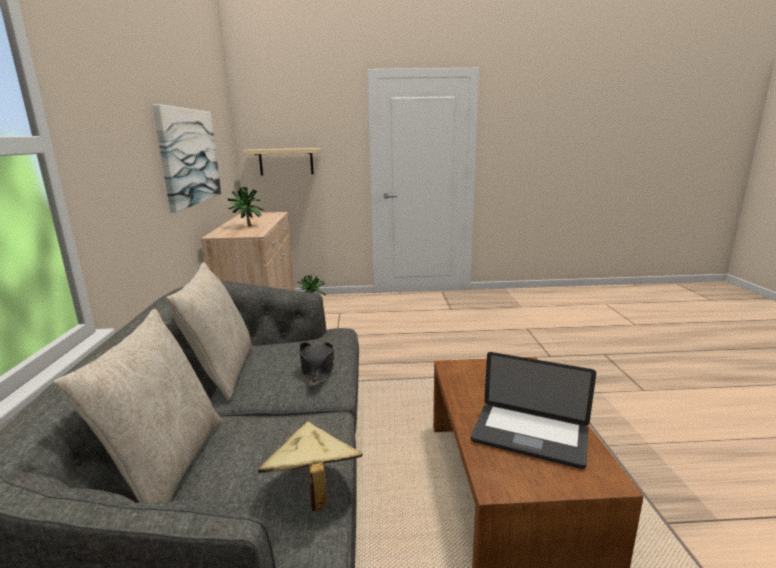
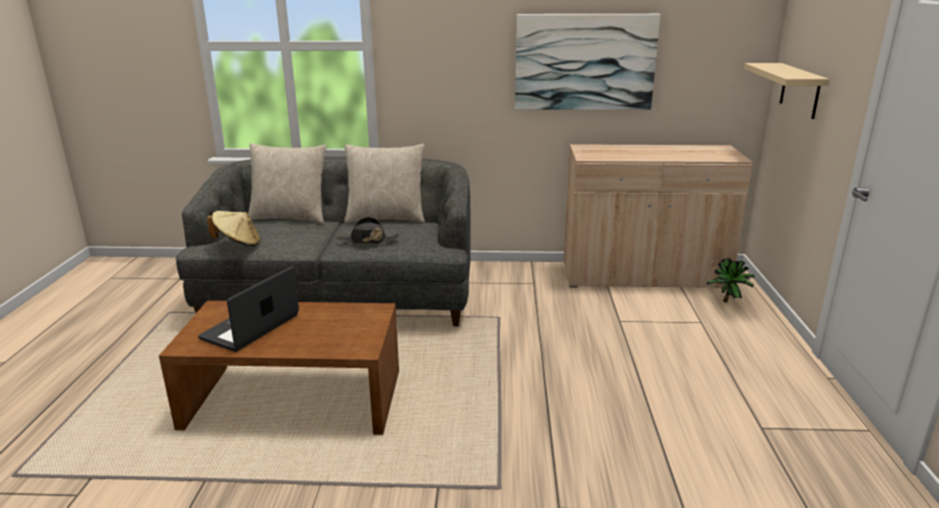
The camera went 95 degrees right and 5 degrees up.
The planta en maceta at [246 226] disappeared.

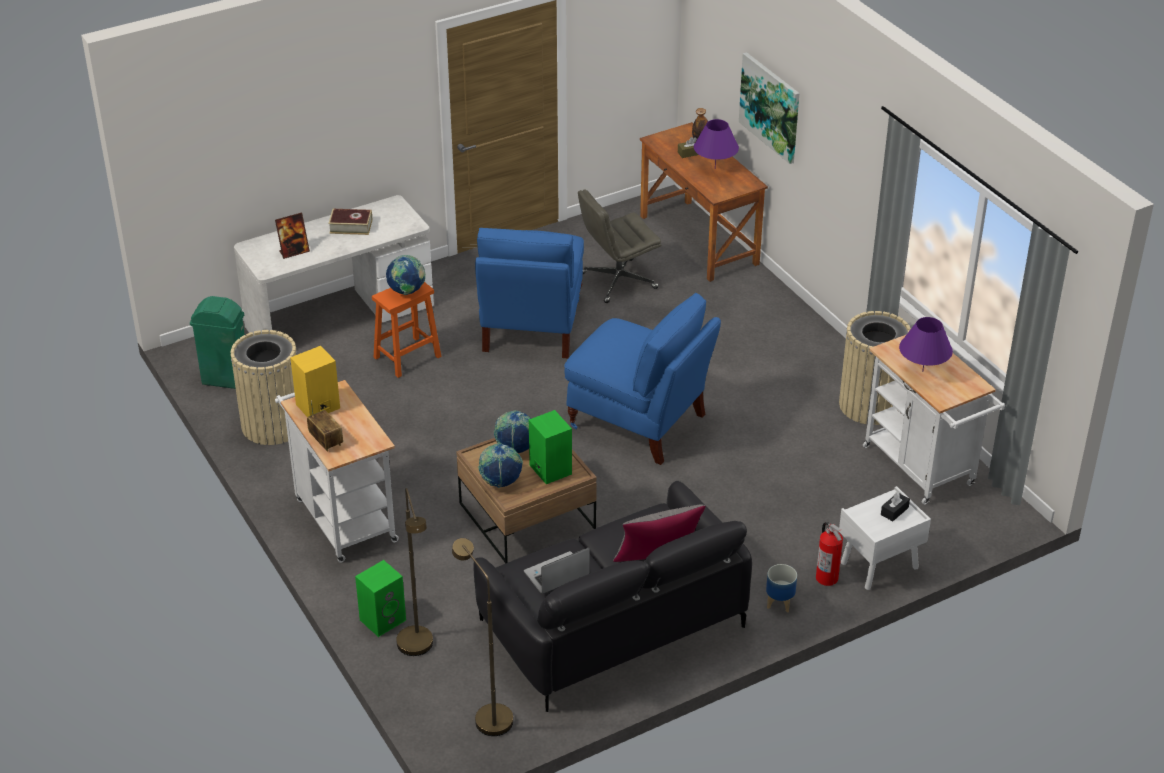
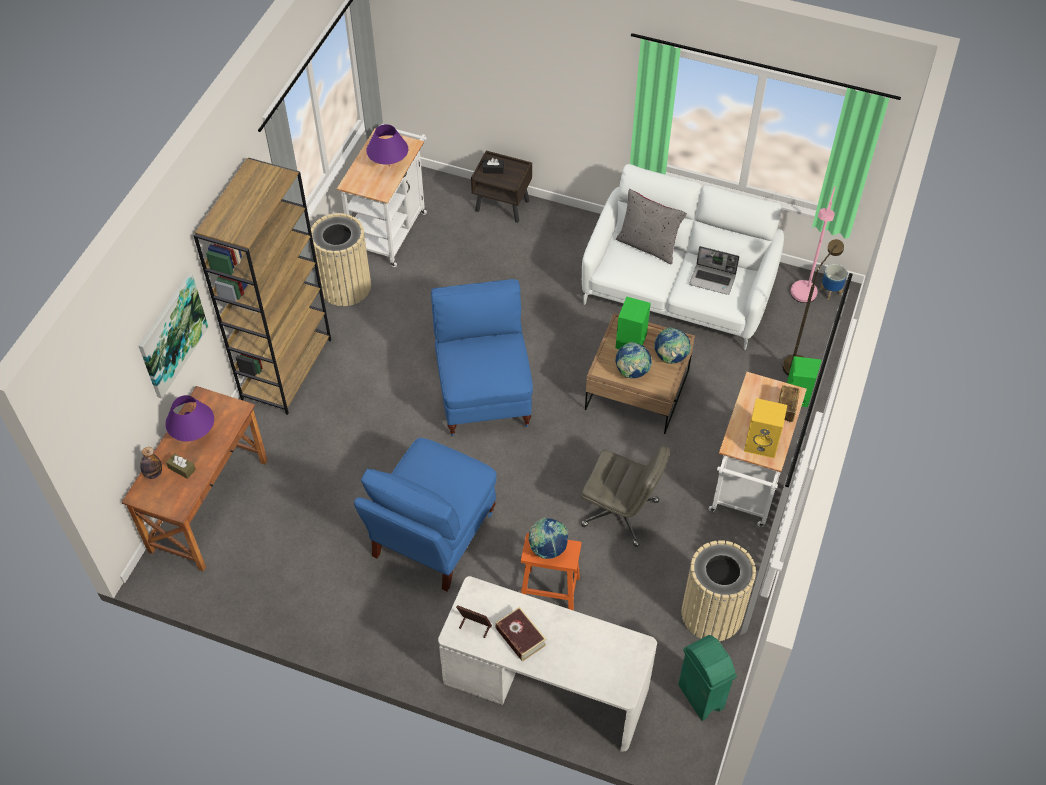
The camera went 130 degrees left and 15 degrees up.
The silla de oficina [gris] moved from [617 281] to [621 513].
The portarretratos moved from [294 252] to [474 626].
The silla [azul] at [532 326] turned 150 degrees clockwise.
The sofá [negro] at [611 623] became the sofá [blanco] at [678 290].
The mesita de noche [blanco] at [878 566] became the mesita de noche [marrón] at [503 206].
The extintor at [827 577] disappeared.
The lámpara de pie [marrón] at [487 715] became the lámpara de pie [rosa] at [802 298].
The maceta moved from [779 603] to [830 291].
The estantería [marrón] at [286 368] appeared.

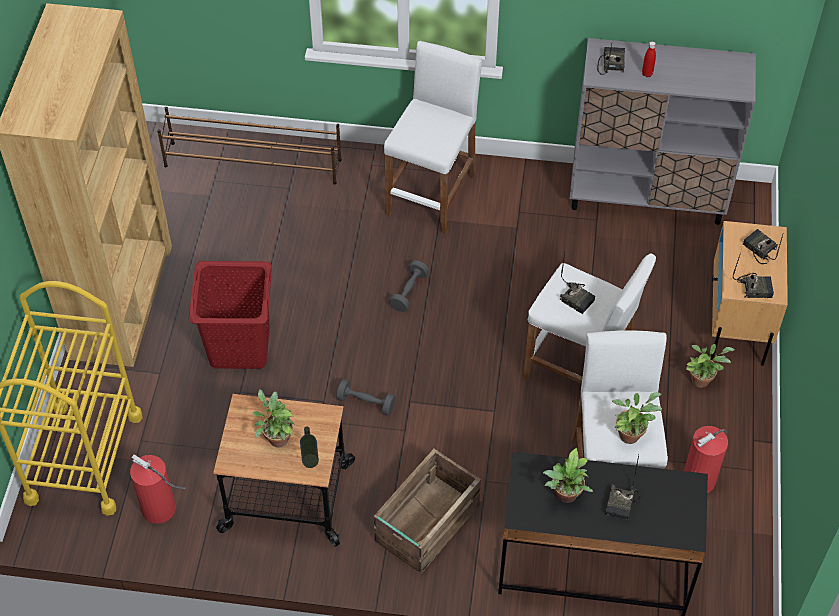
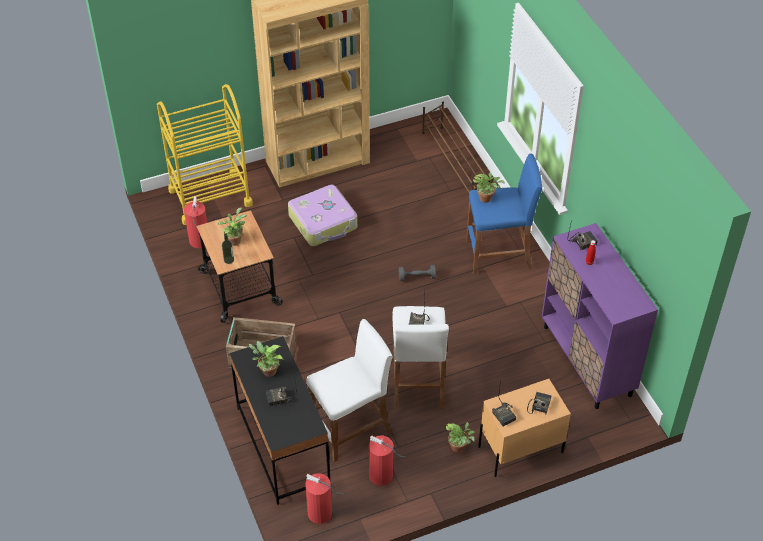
The camera went 60 degrees right and 5 degrees down.
The armario [gris] at [647 196] became the armario [morado] at [587 361].
The taburete [blanco] at [432 194] became the taburete [azul] at [499 255].
The cesto de la ropa [rojo] at [239 346] was replaced by the maleta at [323 222].
The mancuerna [gris] at [366 403] disappeared.
The planta en maceta moved from [630 433] to [487 198].
The extintor at [321 513] appeared.

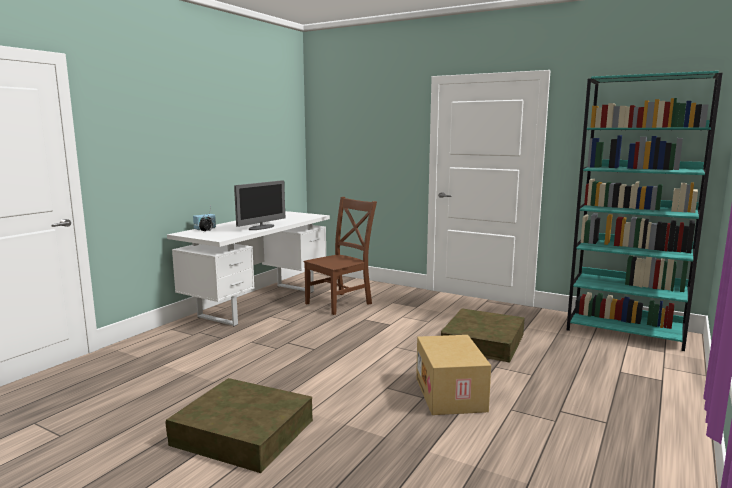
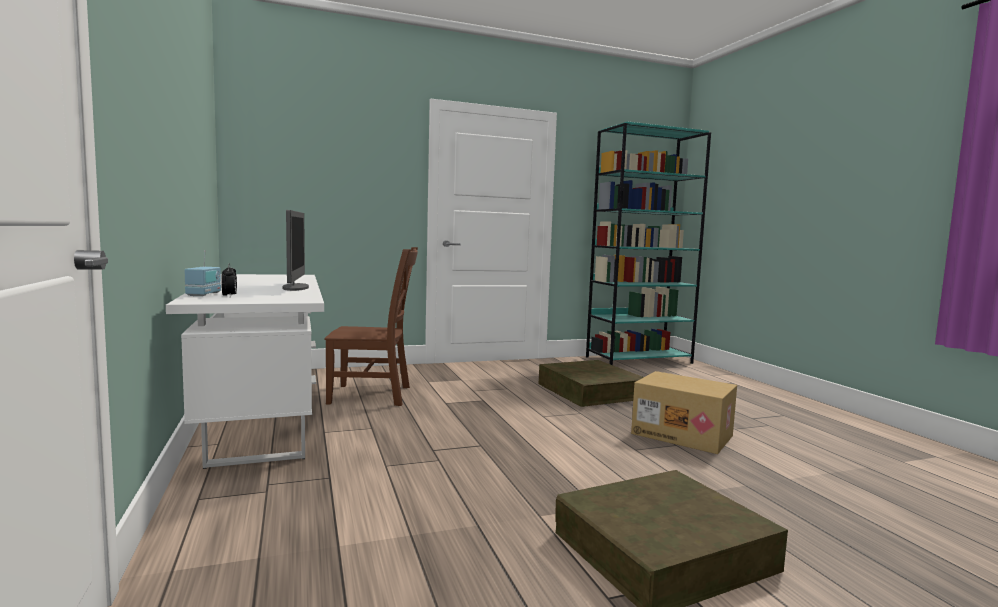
The camera went 50 degrees left and 5 degrees down.
The silla [marrón] at [341 303] turned 90 degrees clockwise.

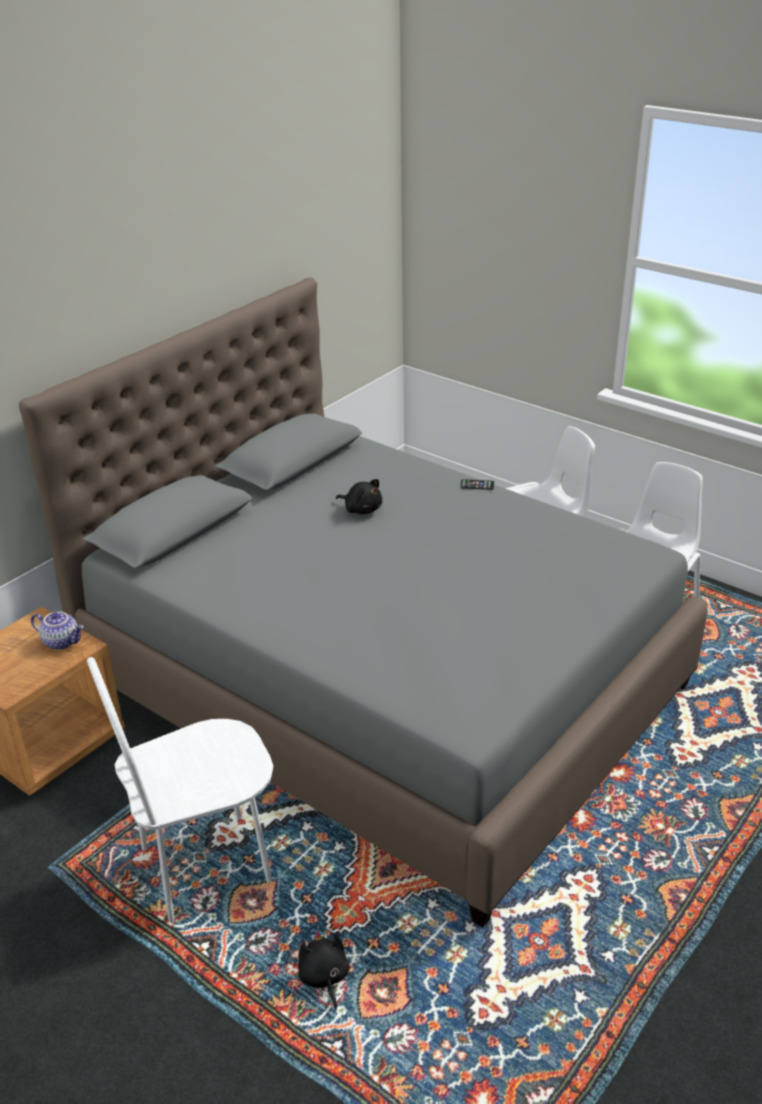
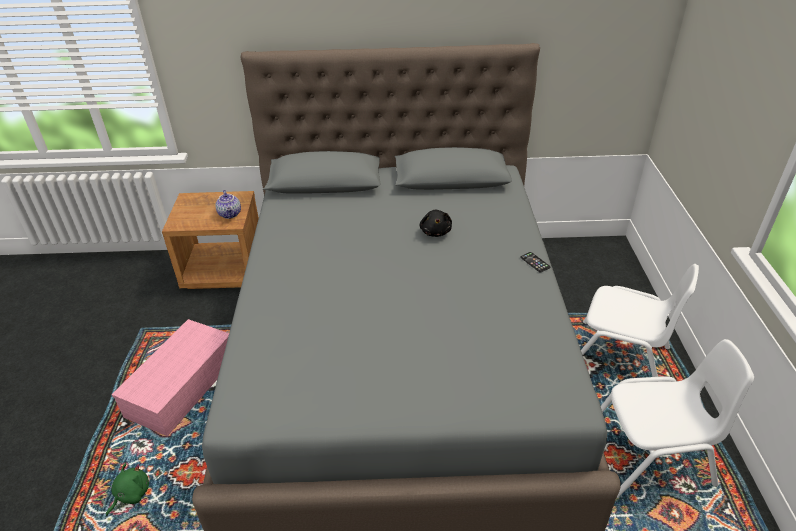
The camera went 50 degrees right and 5 degrees up.
The silla [blanco] at [206 866] was replaced by the caja de almacenaje [rosa] at [182 385].
The peluche [negro] at [324 977] became the peluche [verde] at [131 494].

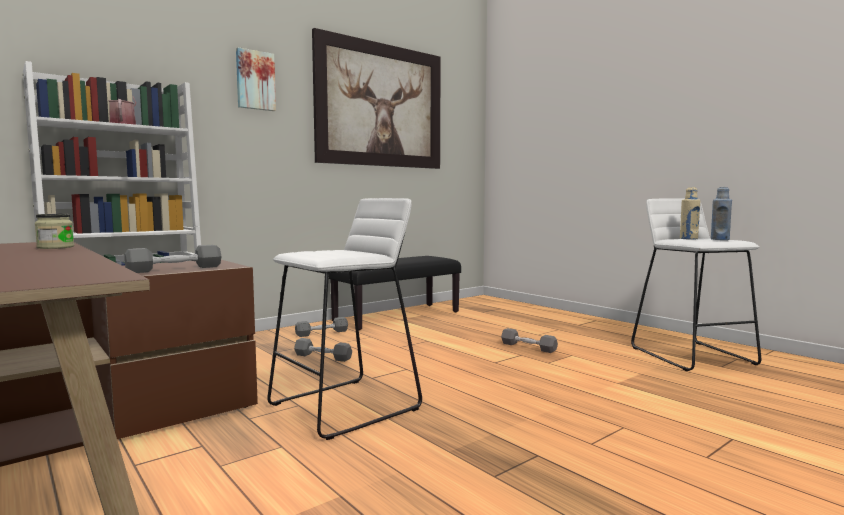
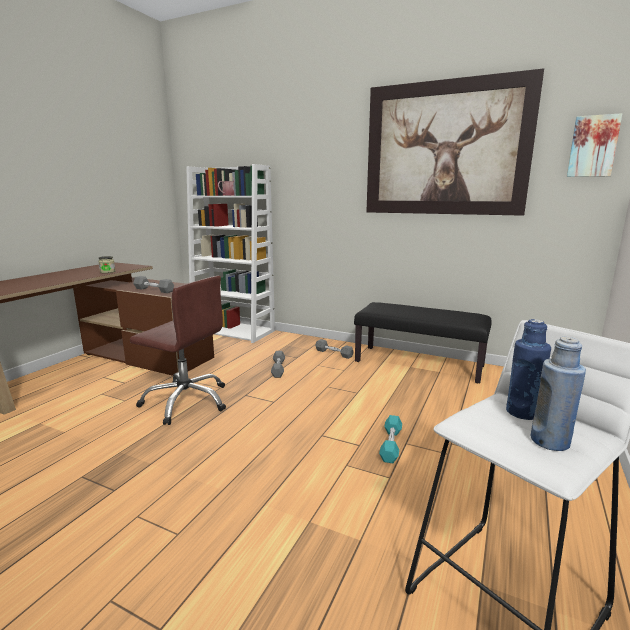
The camera went 65 degrees right and 10 degrees up.
The cuadro moved from [255 80] to [592 146].
The botella [beis] at [688 239] became the botella [azul] at [522 412].
The taburete [blanco] at [346 407] was replaced by the silla de oficina [marrón] at [186 401].
The mancuerna [gris] at [528 347] became the mancuerna [turquesa] at [391 445].

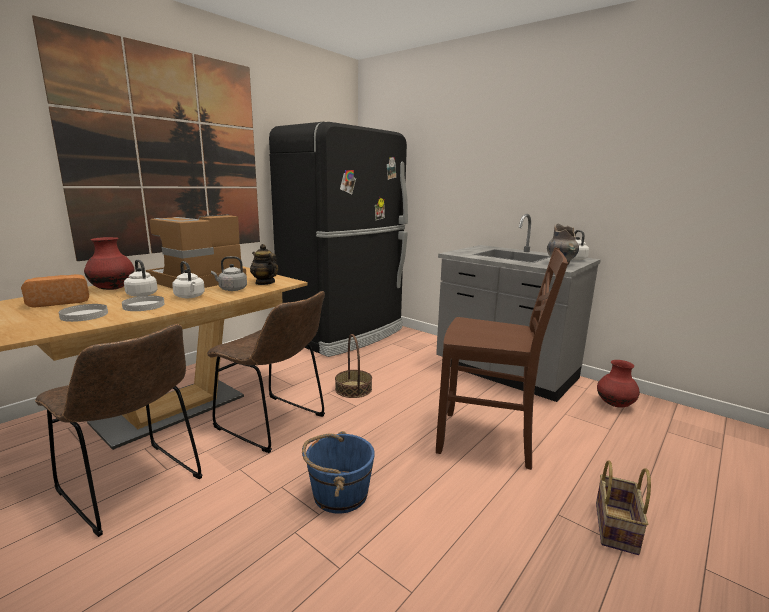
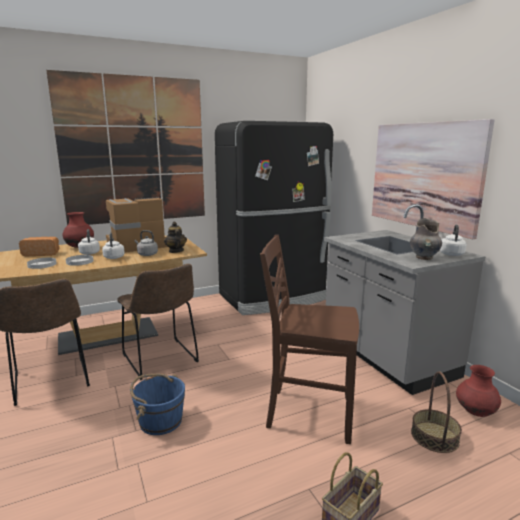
The camera went 25 degrees right and 0 degrees up.
The silla [marrón] at [487 441] turned 150 degrees clockwise.
The cesta moved from [353 389] to [435 436].
The cuadro at [424 175] appeared.

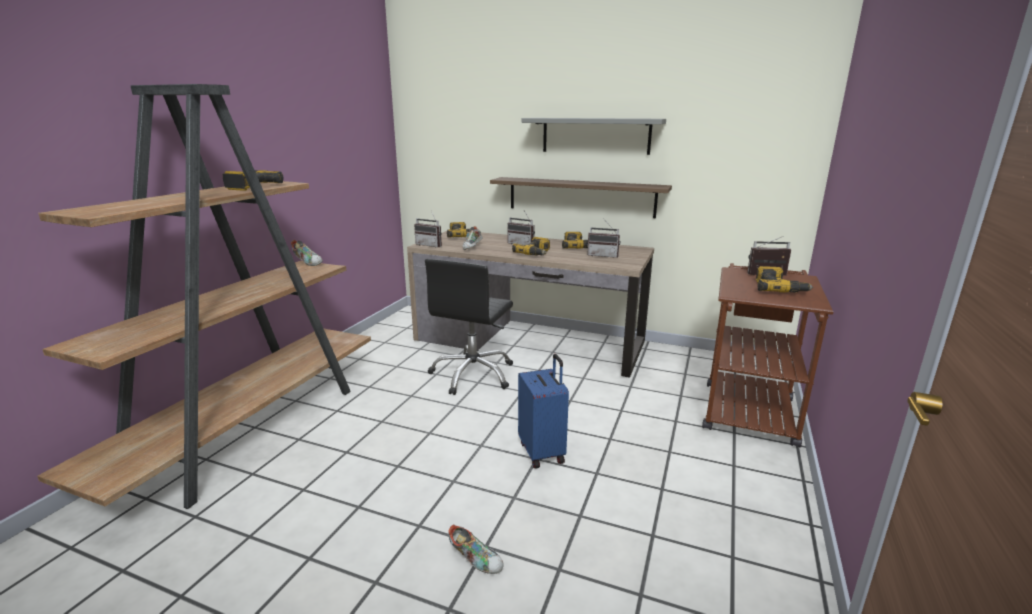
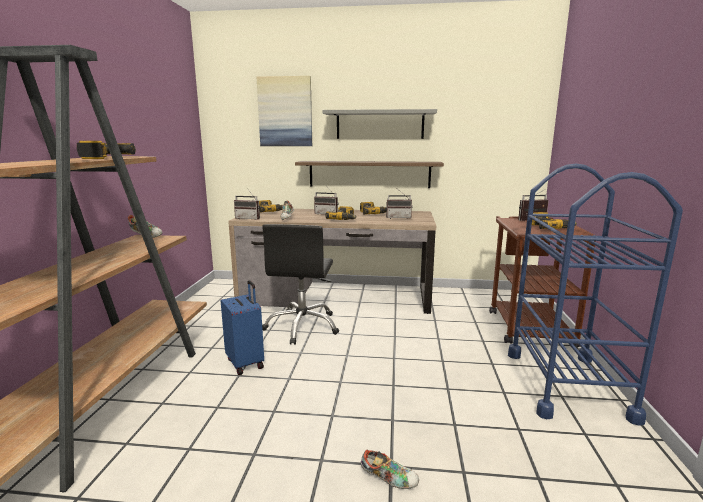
The camera went 15 degrees left and 5 degrees down.
The maleta [azul] moved from [543 452] to [246 363].
The cuadro at [285 112] appeared.
The carrito [azul] at [567 384] appeared.

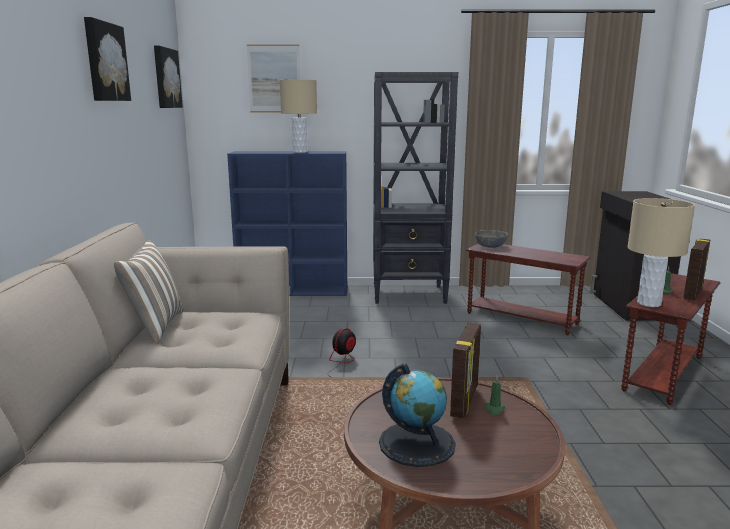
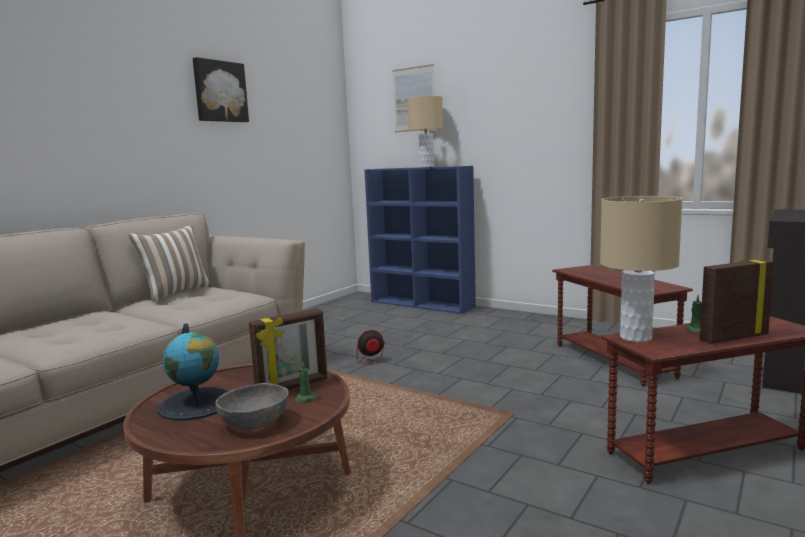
The camera went 35 degrees right and 5 degrees down.
The cuadro at [165 78] disappeared.
The estantería [negro] at [410 294] disappeared.
The cuenco [gris] moved from [490 246] to [255 423].

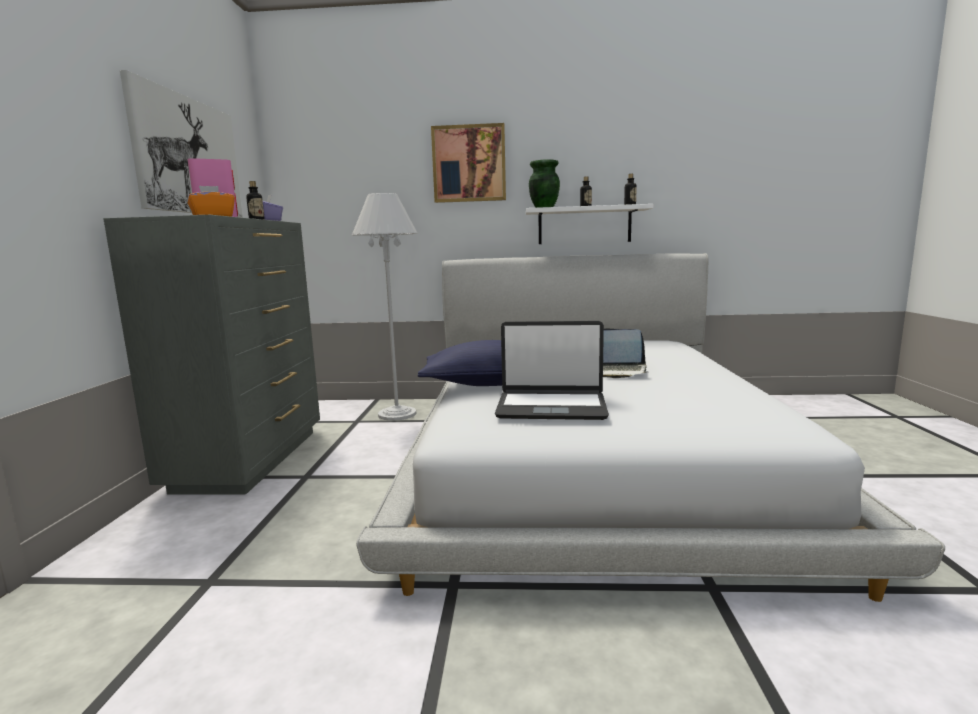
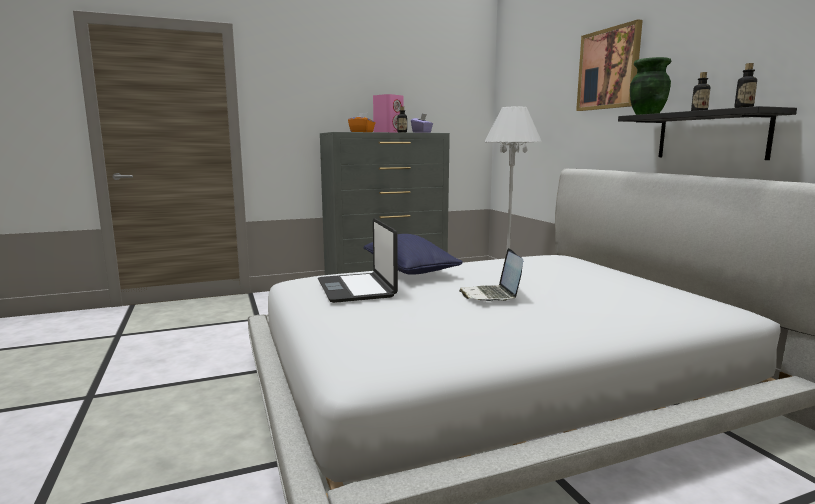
The camera went 65 degrees right and 0 degrees up.
The cuadro at [188 156] disappeared.
The estante [blanco] at [584 225] became the estante [negro] at [711 136].

